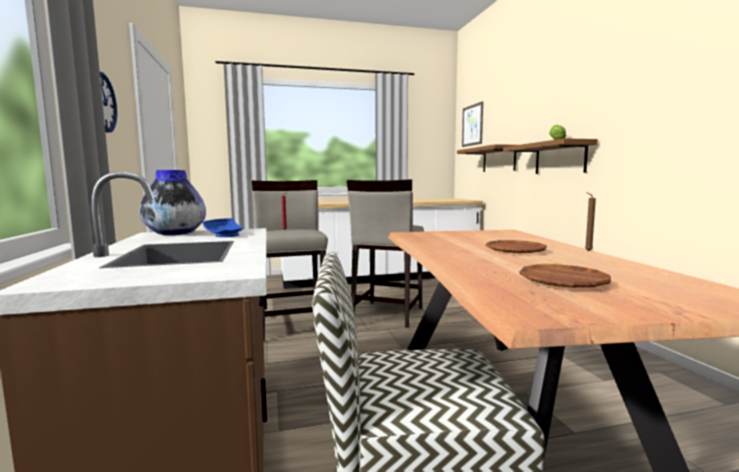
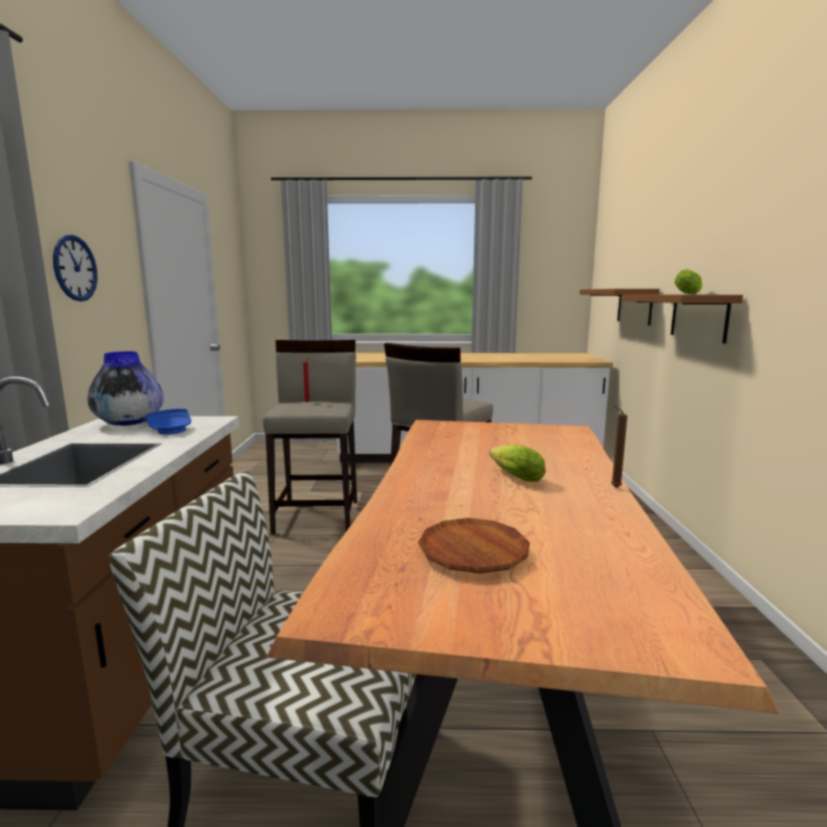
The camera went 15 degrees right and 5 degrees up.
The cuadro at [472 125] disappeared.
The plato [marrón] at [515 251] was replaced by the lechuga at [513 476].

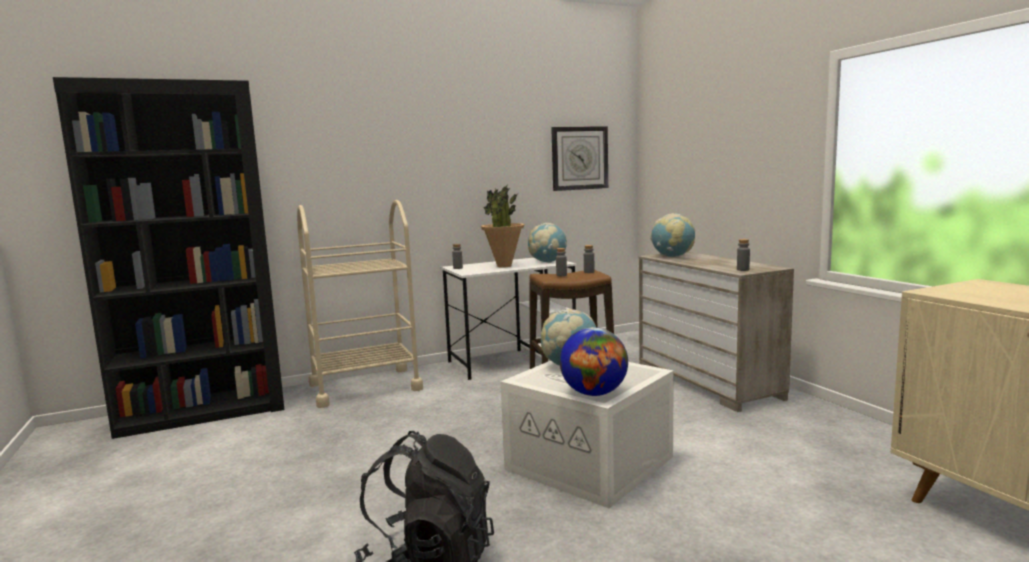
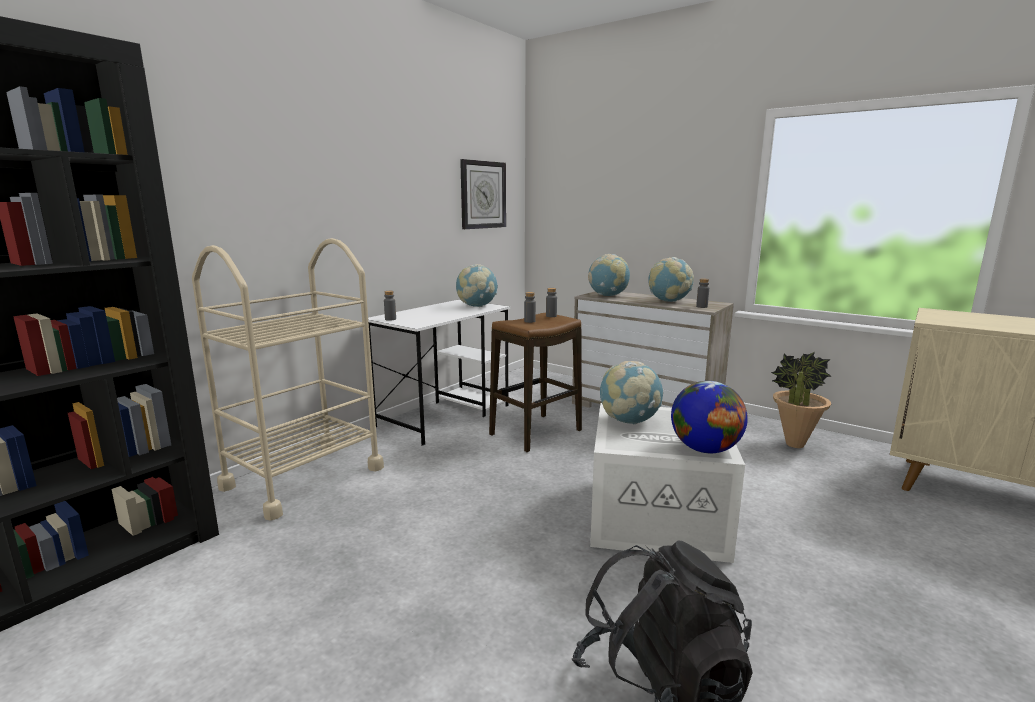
The camera went 30 degrees left and 5 degrees up.
The planta en maceta moved from [504 266] to [794 444].
The globo terráqueo at [668 301] appeared.

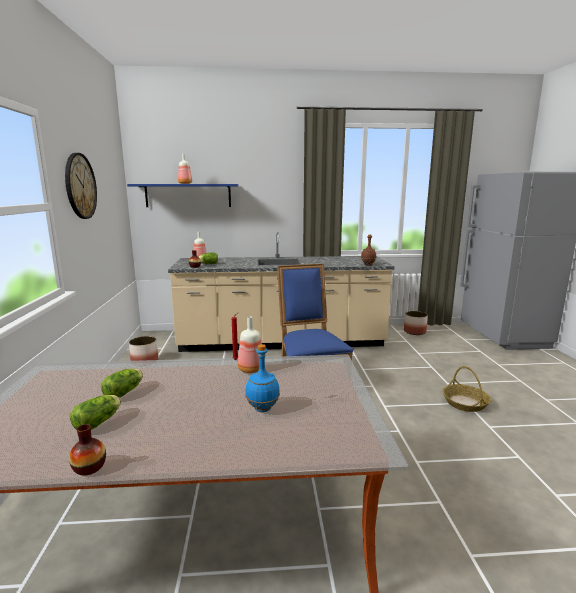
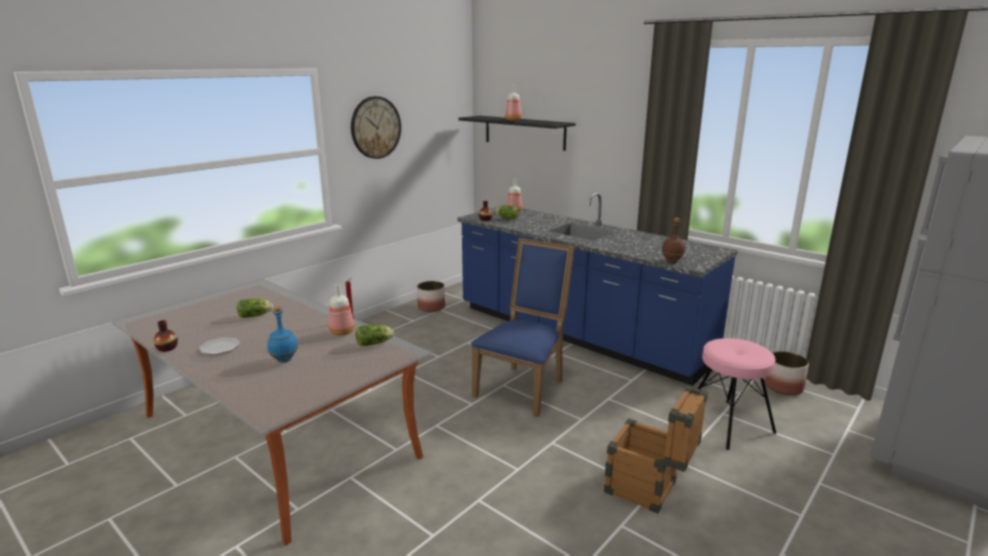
The camera went 45 degrees right and 5 degrees up.
The estante [azul] at [188 195] became the estante [negro] at [524 132].
The mueble bajo de cocina [beis] at [281 342] became the mueble bajo de cocina [azul] at [578 334].
The cesta at [465 403] was replaced by the caja de embalaje at [649 491].
The lechuga moved from [99 422] to [375 343].
The plato at [219 347] appeared.
The taburete [rosa] at [727 424] appeared.

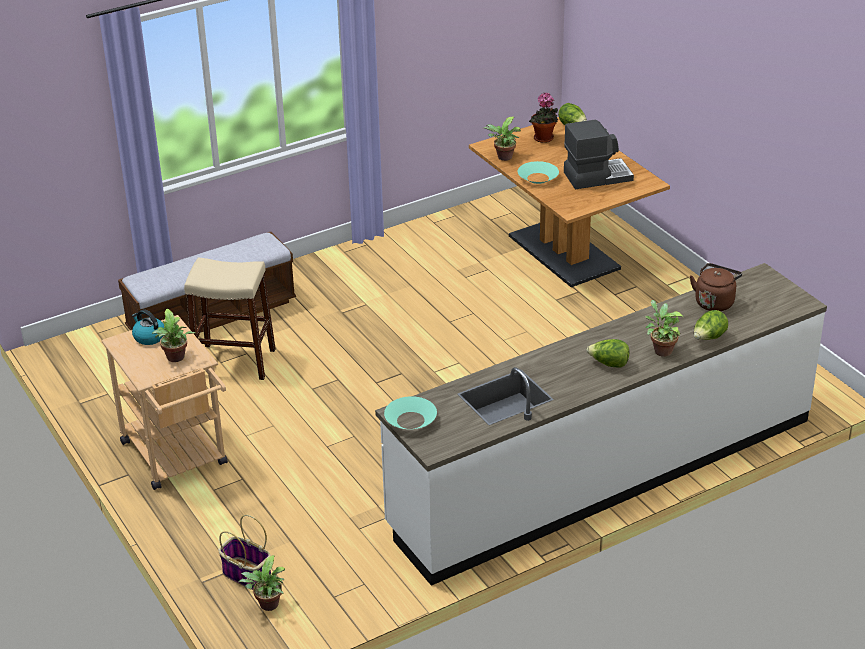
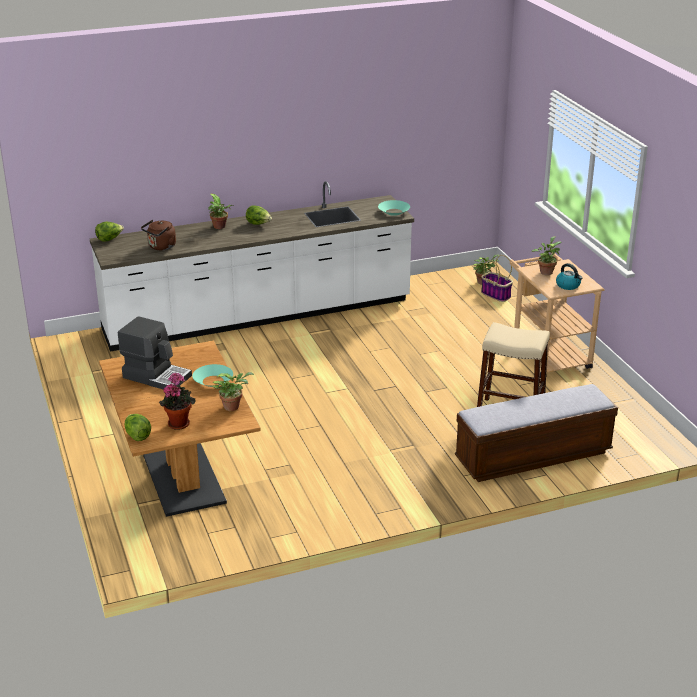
The camera went 170 degrees left and 5 degrees down.
The cafetera at [597 176] turned 150 degrees counterclockwise.
The lechuga moved from [709 338] to [109 239].

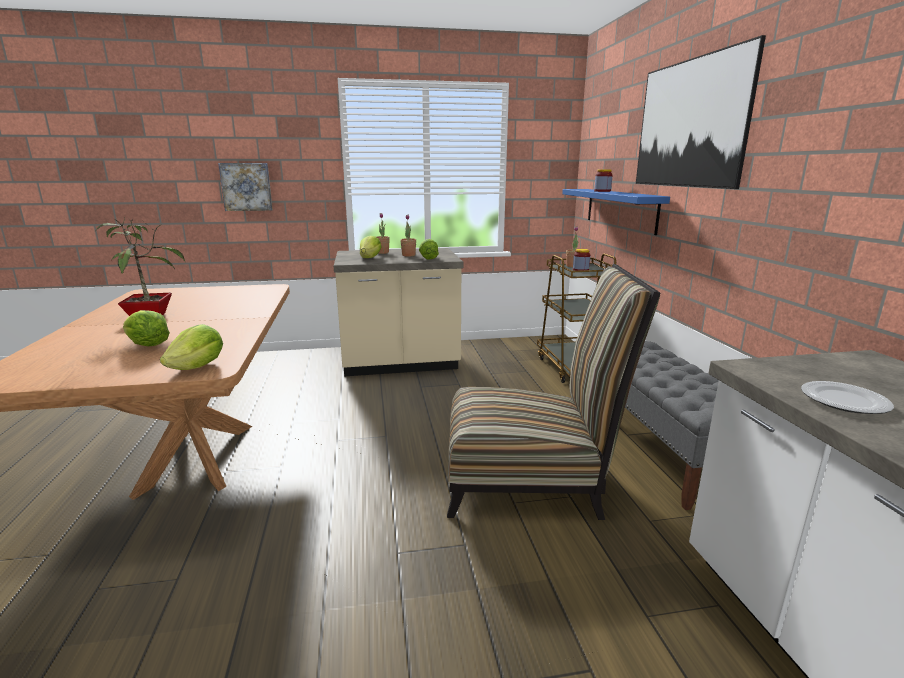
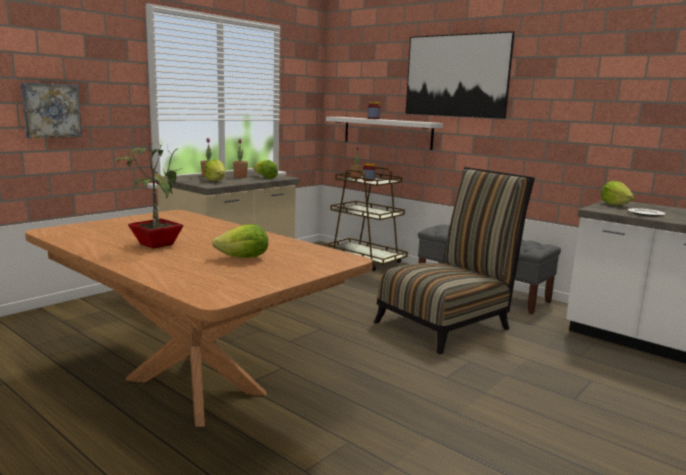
The camera went 40 degrees left and 5 degrees down.
The estante [azul] at [620 209] became the estante [blanco] at [387 132].
The lechuga moved from [198 367] to [615 204].

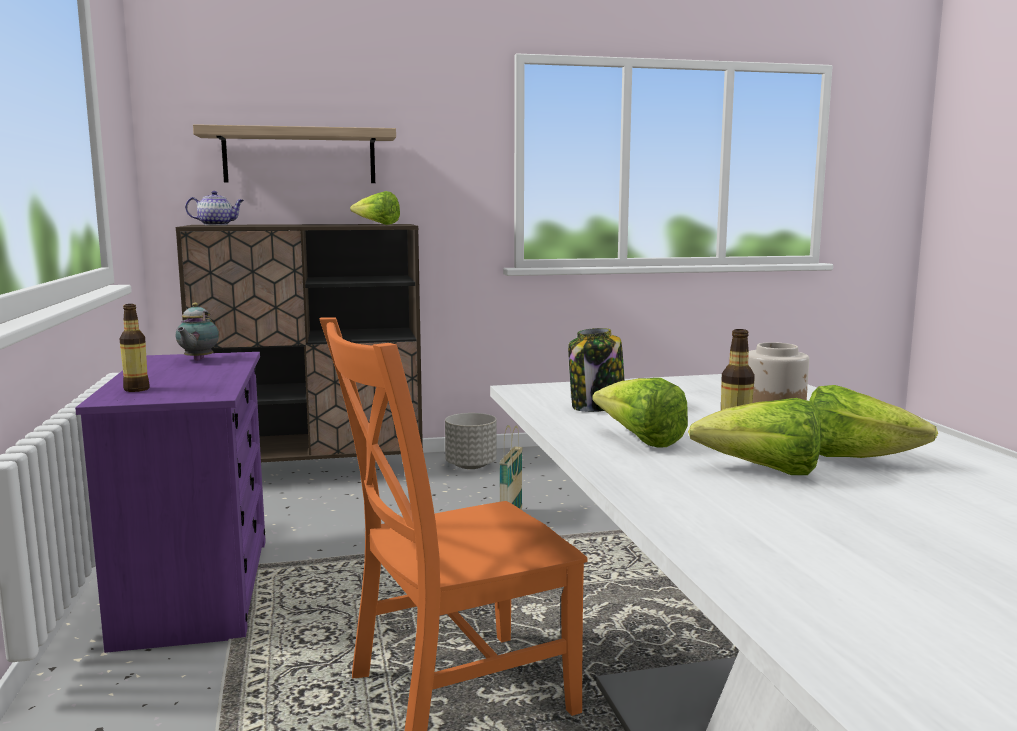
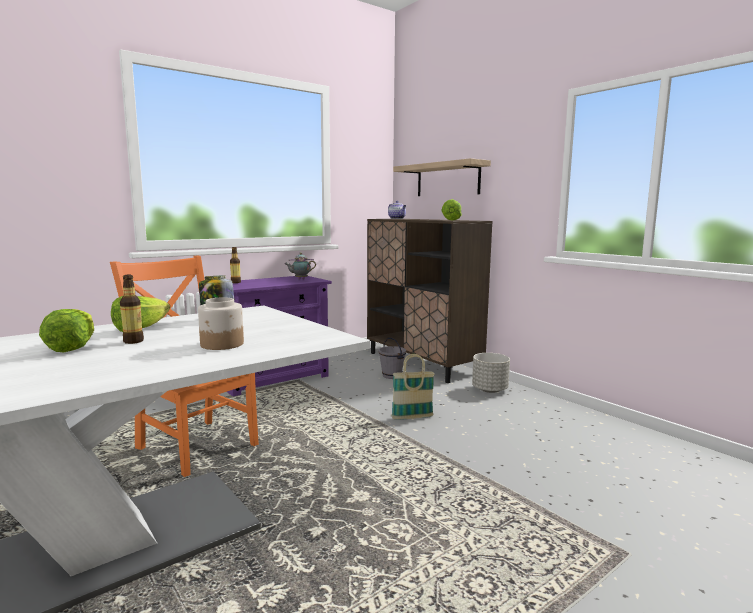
The camera went 65 degrees right and 0 degrees up.
The lechuga at [854 459] disappeared.
The cubo [gris] at [392 376] appeared.

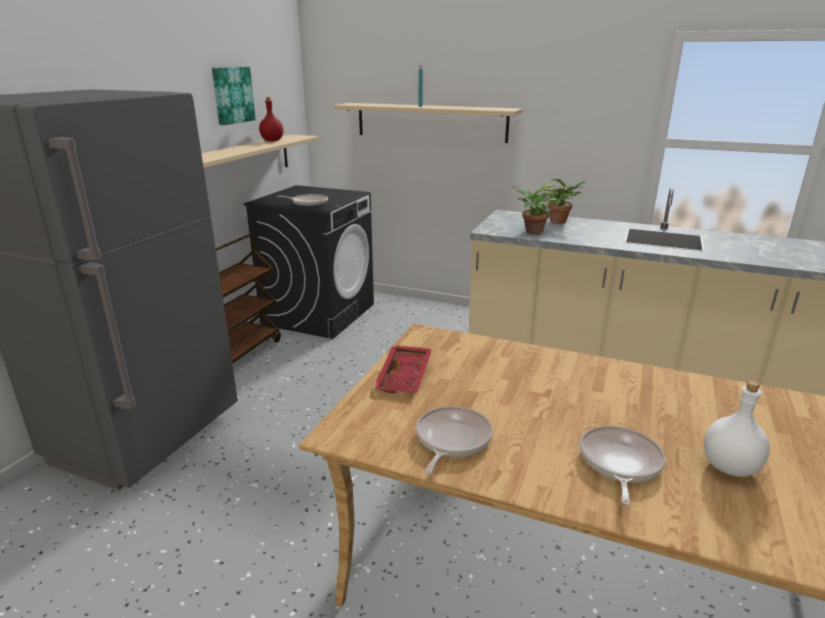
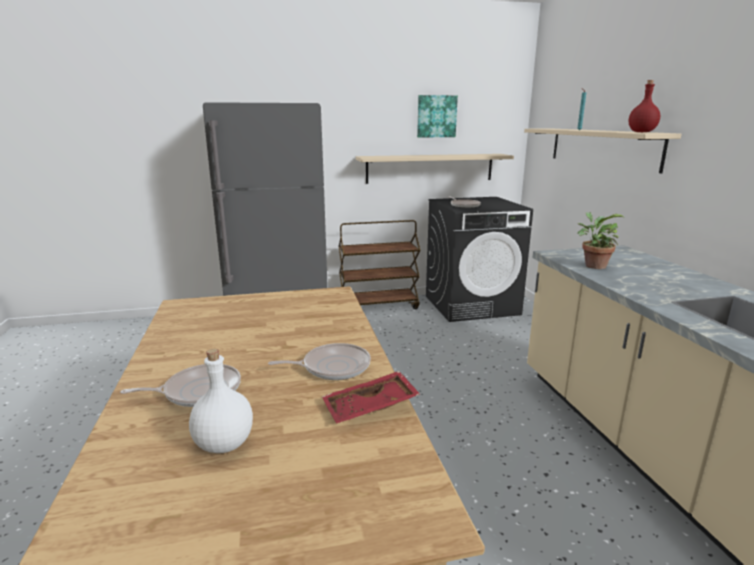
The camera went 55 degrees right and 5 degrees down.
The botella [rojo] moved from [272 141] to [641 132].
The planta en maceta at [559 221] disappeared.
The bandeja [rojo] moved from [405 377] to [370 408].
The sartén moved from [451 440] to [332 367].

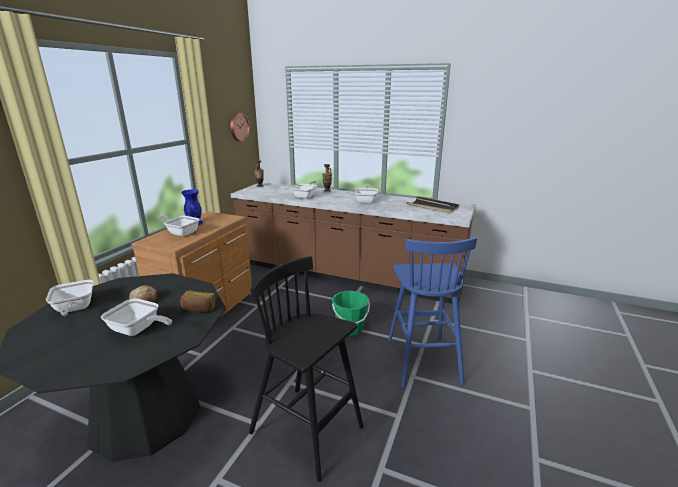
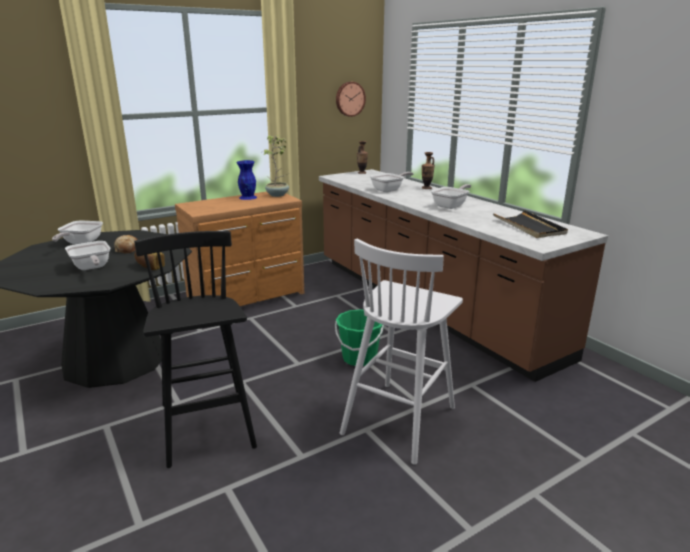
The camera went 35 degrees right and 0 degrees up.
The sartén at [181 233] disappeared.
The taburete [azul] at [422 359] became the taburete [blanco] at [400 419].
The planta en maceta at [278 195] appeared.

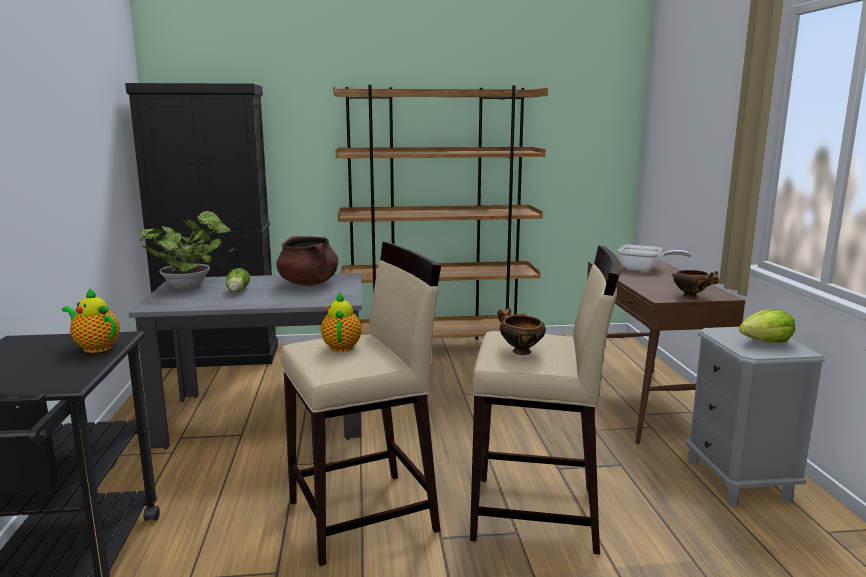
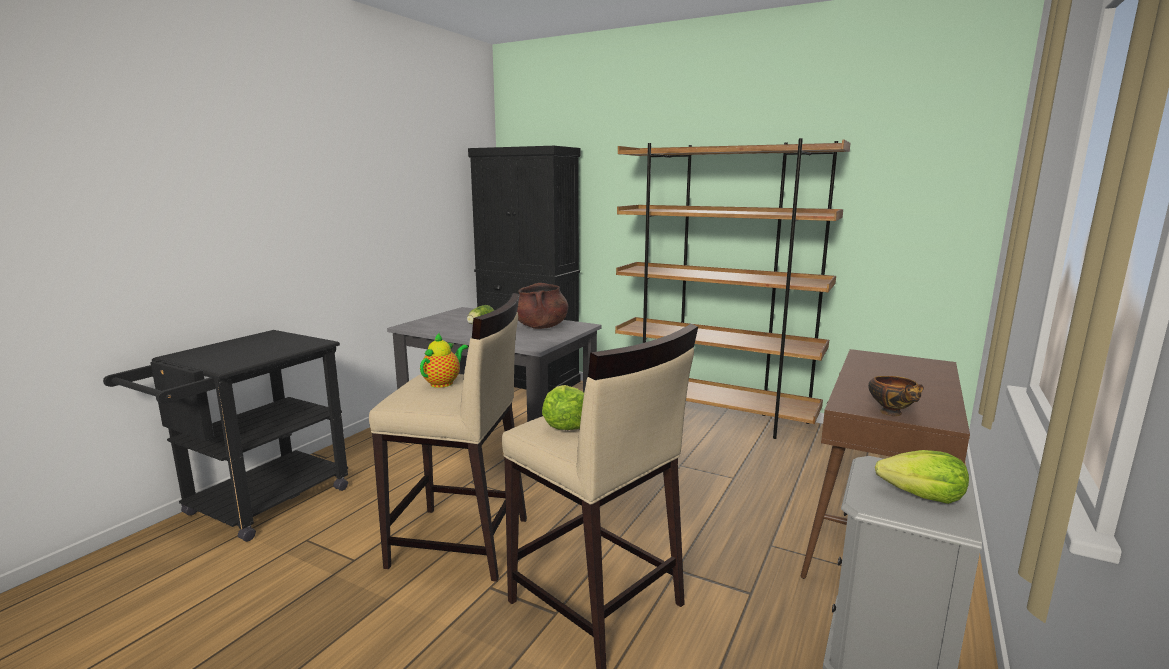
The camera went 35 degrees right and 0 degrees up.
The planta en maceta at [190 286] disappeared.
The sartén at [643 269] disappeared.
The tetera at [95 347] disappeared.
The cuenco at [519 351] was replaced by the lechuga at [565 424].

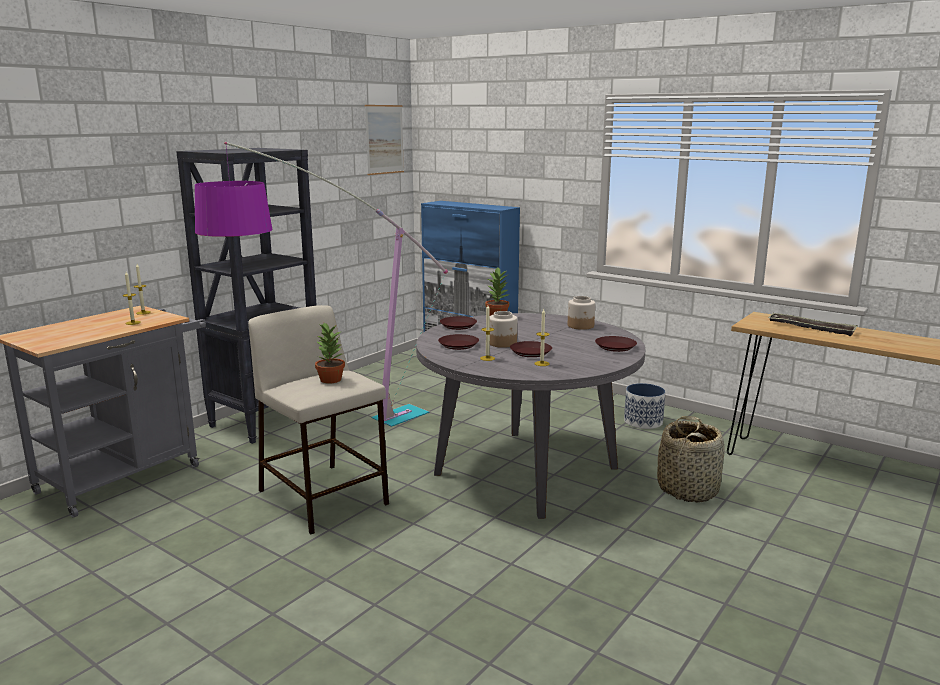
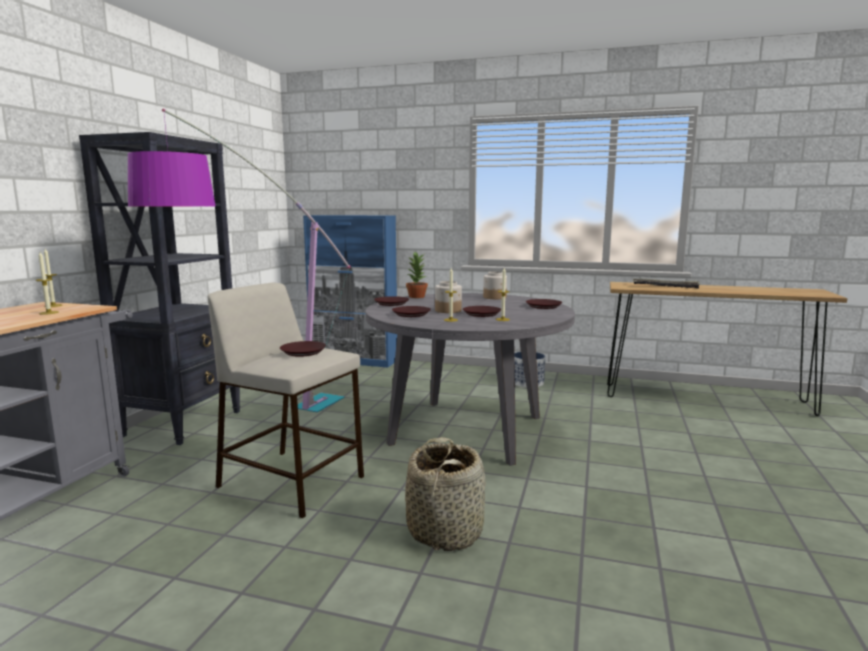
The camera went 20 degrees left and 5 degrees down.
The cuadro at [384 139] disappeared.
The planta en maceta at [330 379] was replaced by the plato [marrón] at [302 352].
The cesta moved from [688 489] to [445 531].

